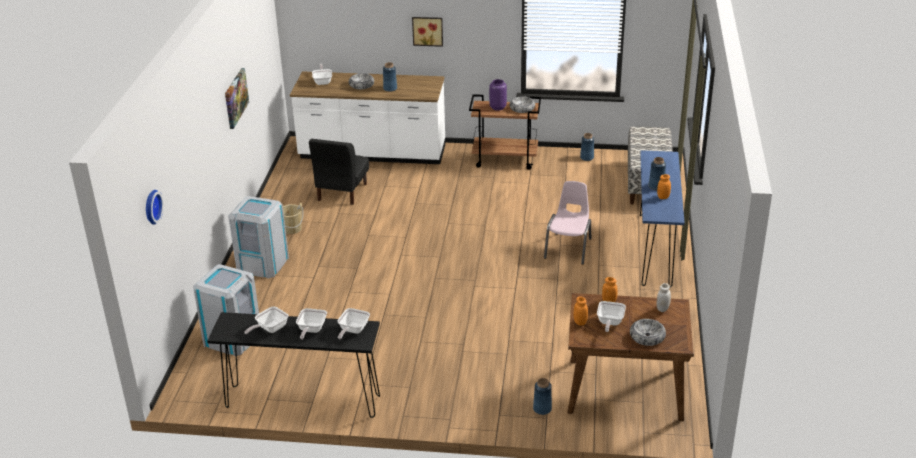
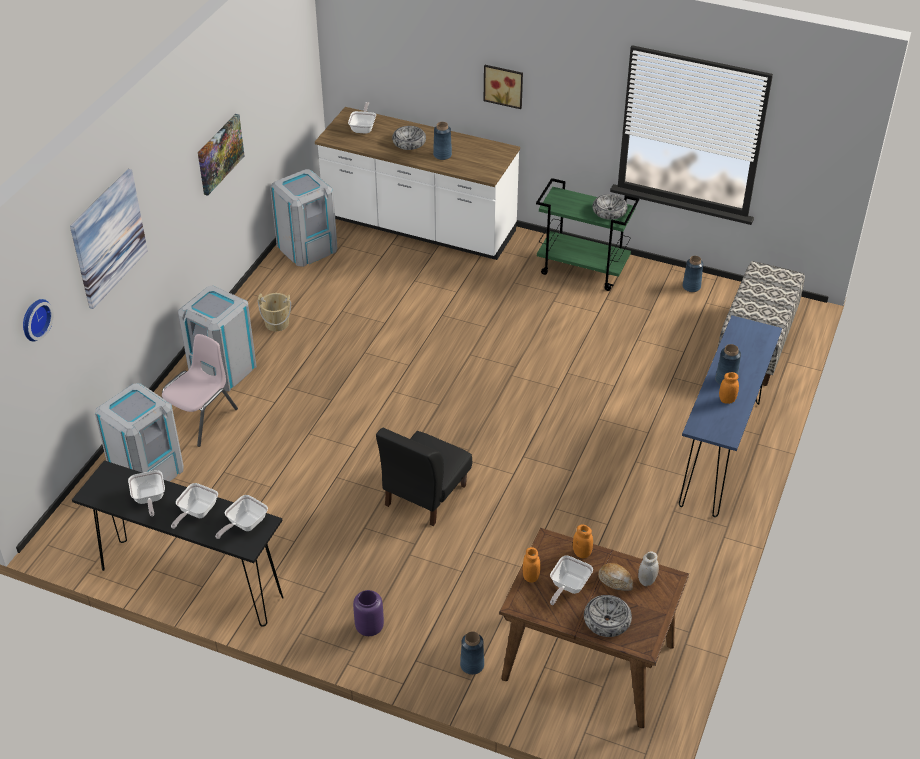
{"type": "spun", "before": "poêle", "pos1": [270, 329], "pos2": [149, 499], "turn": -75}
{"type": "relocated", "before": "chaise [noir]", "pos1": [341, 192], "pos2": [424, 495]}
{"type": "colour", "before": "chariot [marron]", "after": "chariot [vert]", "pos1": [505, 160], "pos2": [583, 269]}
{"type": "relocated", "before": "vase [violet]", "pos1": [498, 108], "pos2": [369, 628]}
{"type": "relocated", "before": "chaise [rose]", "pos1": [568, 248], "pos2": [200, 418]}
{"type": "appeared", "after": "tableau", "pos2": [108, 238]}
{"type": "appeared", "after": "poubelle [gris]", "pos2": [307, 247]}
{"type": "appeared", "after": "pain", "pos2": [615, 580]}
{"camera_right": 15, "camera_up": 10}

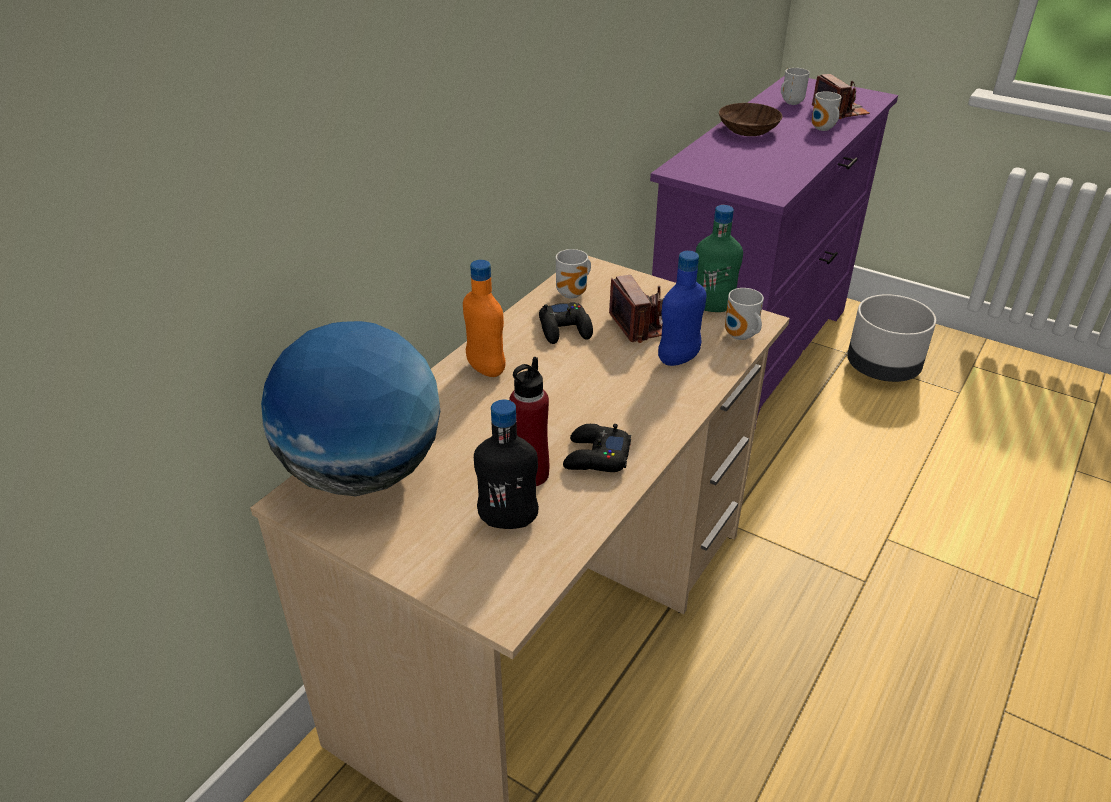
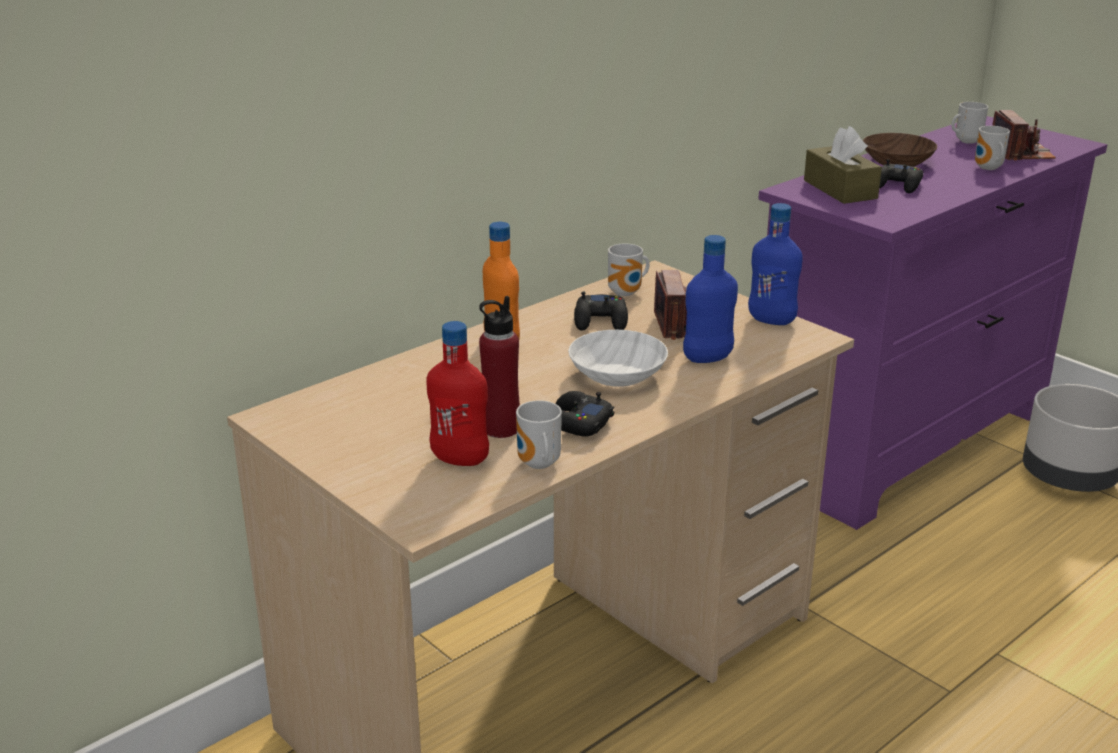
{"type": "missing", "before": "globe", "pos1": [364, 473]}
{"type": "colour", "before": "bouteille [noir]", "after": "bouteille [rouge]", "pos1": [508, 521], "pos2": [460, 459]}
{"type": "colour", "before": "bouteille [vert]", "after": "bouteille [bleu]", "pos1": [712, 307], "pos2": [771, 320]}
{"type": "relocated", "before": "mug", "pos1": [740, 337], "pos2": [537, 465]}
{"type": "appeared", "after": "bol [blanc]", "pos2": [616, 375]}
{"type": "appeared", "after": "boîte à mouchoirs [marron]", "pos2": [840, 189]}
{"type": "appeared", "after": "manette [noir]", "pos2": [898, 185]}
{"camera_right": 15, "camera_up": -10}

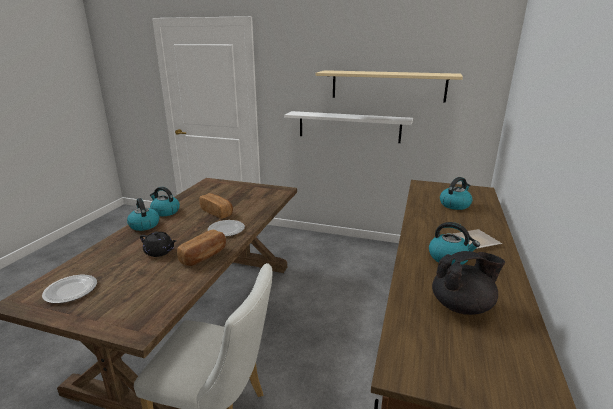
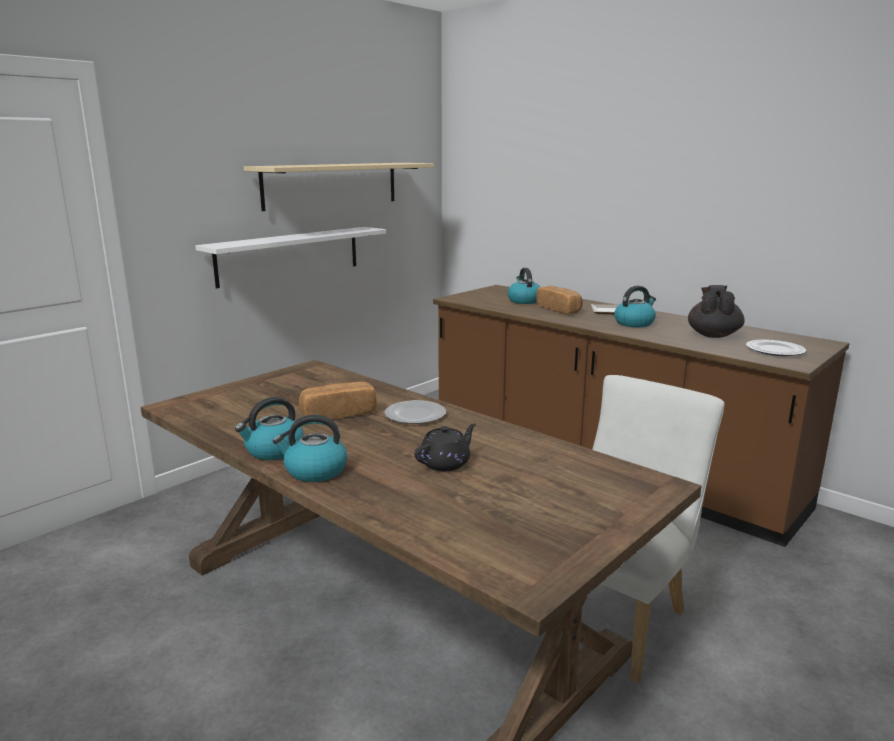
{"type": "relocated", "before": "assiette", "pos1": [71, 290], "pos2": [775, 350]}
{"type": "relocated", "before": "pain", "pos1": [204, 256], "pos2": [559, 310]}
{"camera_right": -65, "camera_up": -5}

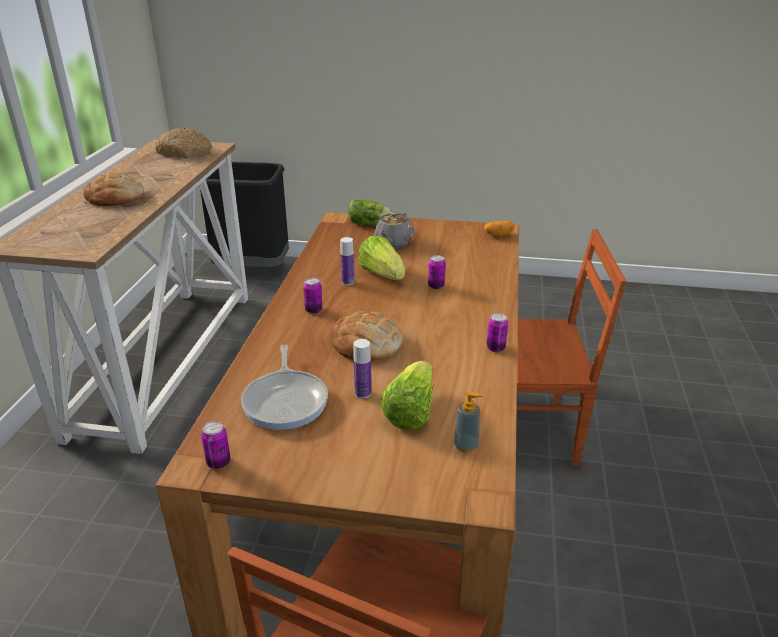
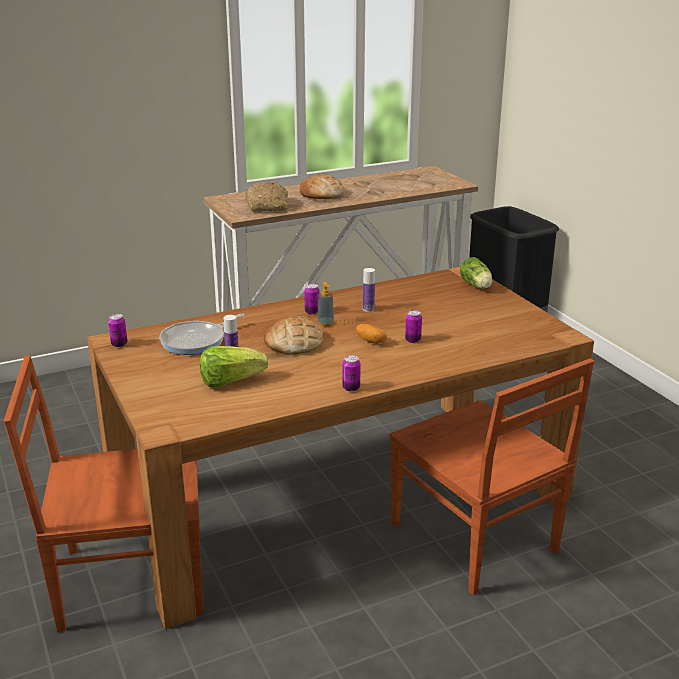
{"type": "relocated", "before": "pain", "pos1": [185, 152], "pos2": [268, 206]}
{"type": "missing", "before": "laitue", "pos1": [382, 274]}
{"type": "missing", "before": "théière [gris]", "pos1": [393, 242]}
{"type": "relocated", "before": "distributeur de savon", "pos1": [466, 445], "pos2": [325, 323]}
{"type": "relocated", "before": "pomme de terre", "pos1": [498, 235], "pos2": [371, 341]}
{"camera_right": 55, "camera_up": -5}

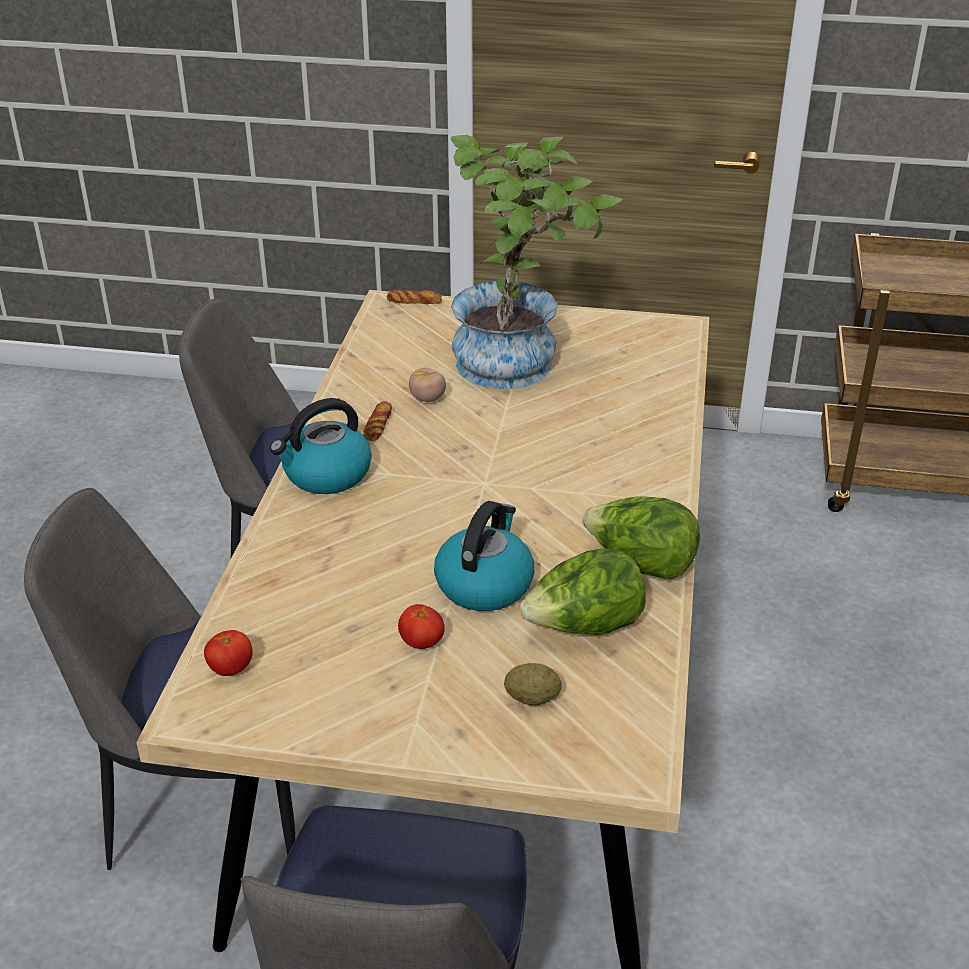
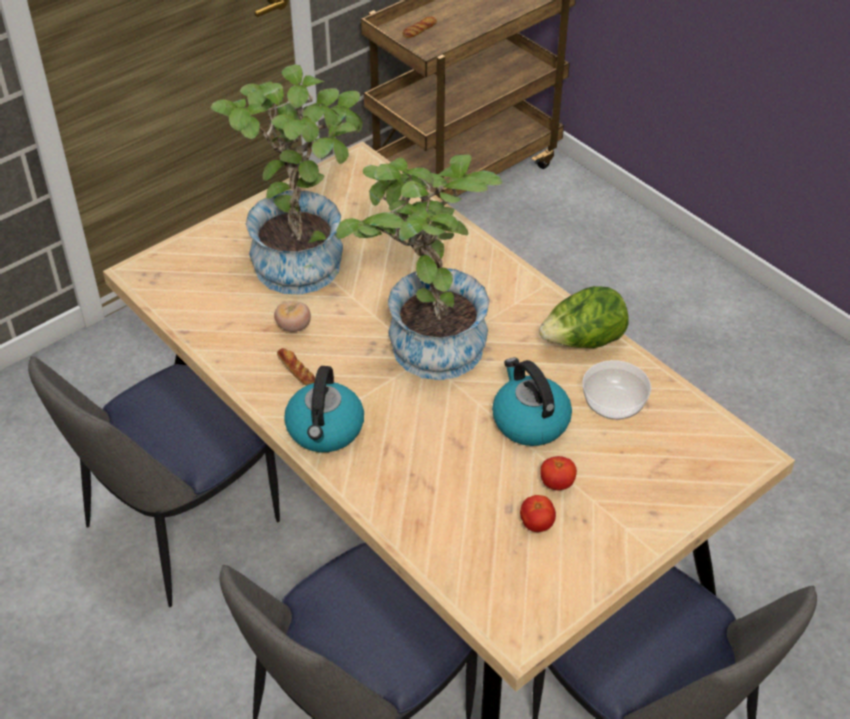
{"type": "relocated", "before": "tomate", "pos1": [231, 669], "pos2": [536, 524]}
{"type": "relocated", "before": "pain", "pos1": [414, 301], "pos2": [419, 30]}
{"type": "missing", "before": "pomme de terre", "pos1": [532, 698]}
{"type": "exchanged", "before": "laitue", "after": "bol", "pos1": [584, 628], "pos2": [614, 402]}
{"type": "appeared", "after": "plante en pot", "pos2": [425, 340]}
{"camera_right": -50, "camera_up": 10}

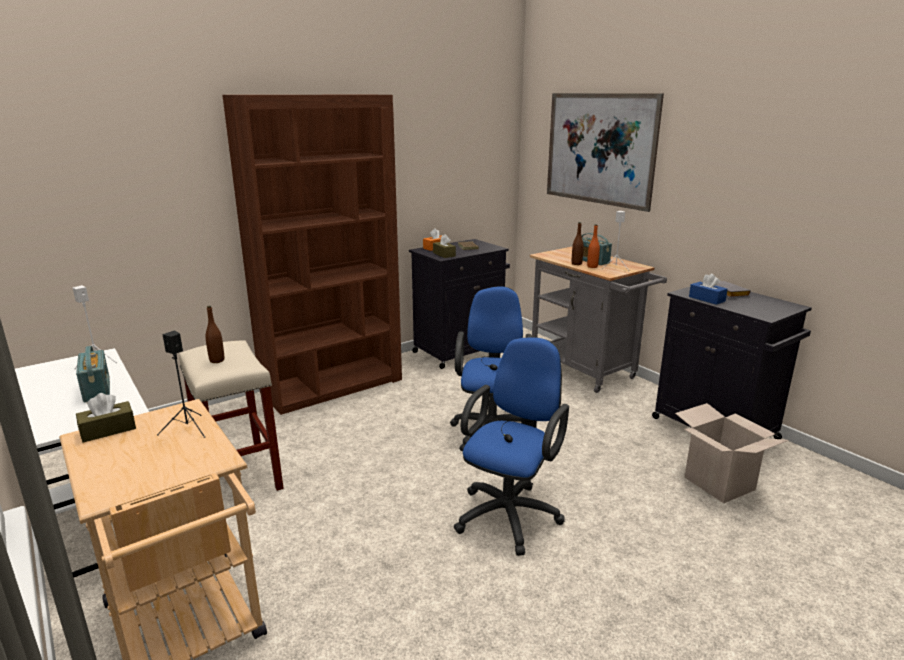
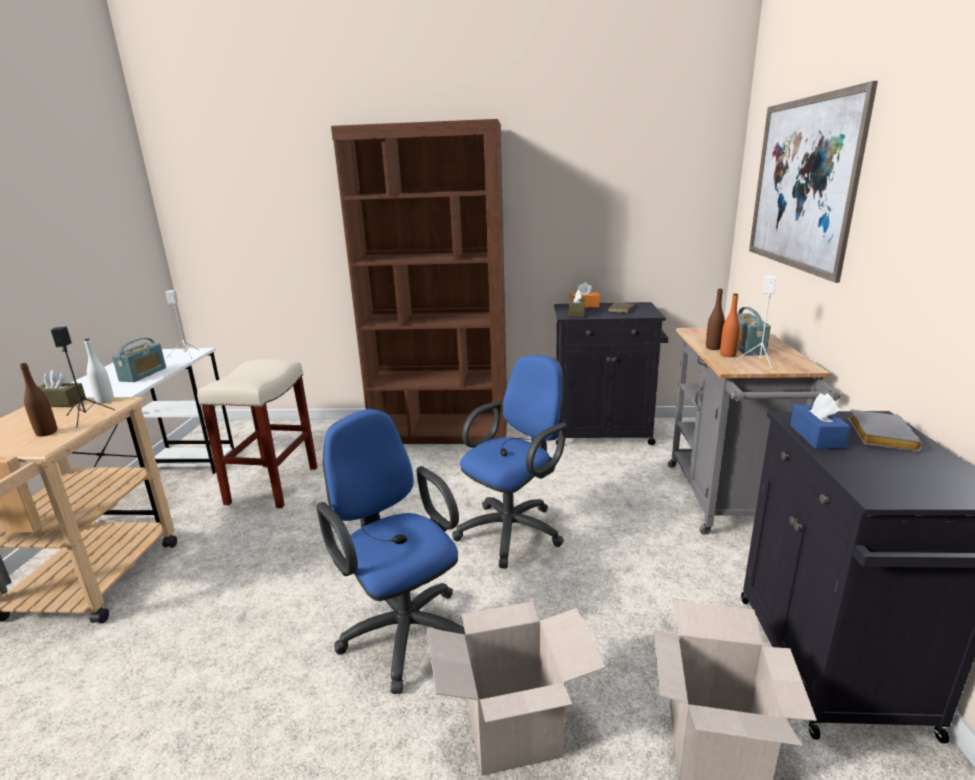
{"type": "relocated", "before": "bouteille [marron]", "pos1": [217, 360], "pos2": [47, 433]}
{"type": "spun", "before": "chaise de bureau [bleu]", "pos1": [510, 513], "pos2": [403, 629], "turn": -105}
{"type": "appeared", "after": "bouteille [blanc]", "pos2": [105, 401]}
{"type": "appeared", "after": "carton", "pos2": [513, 730]}
{"camera_right": 40, "camera_up": 0}

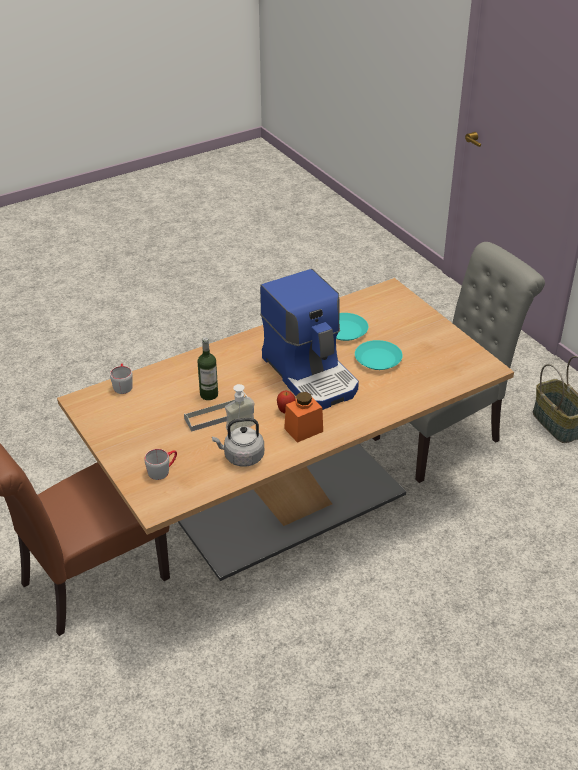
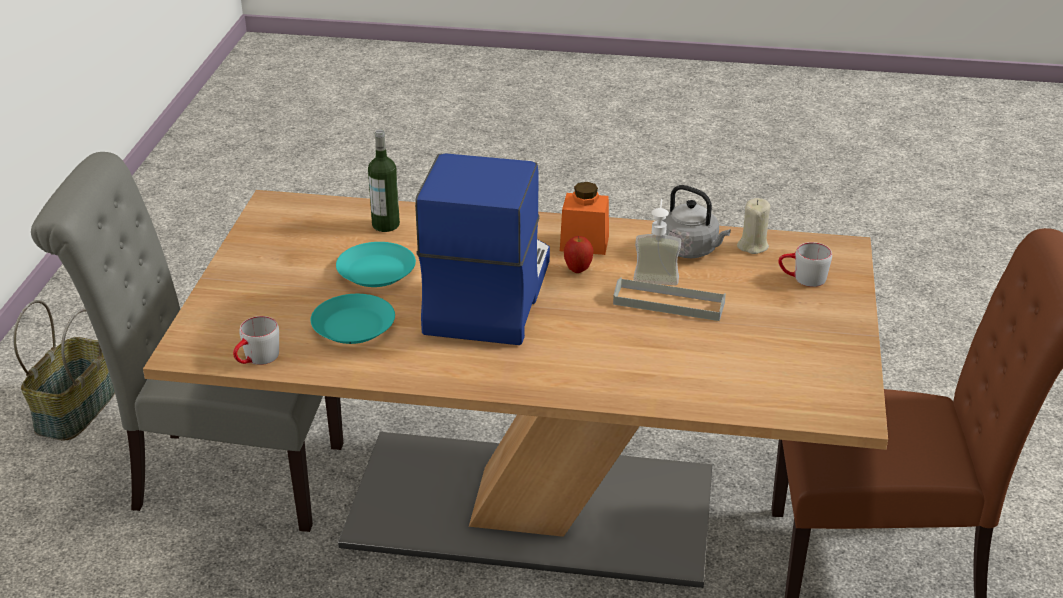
{"type": "relocated", "before": "mug [gris]", "pos1": [122, 385], "pos2": [256, 359]}
{"type": "relocated", "before": "bouteille", "pos1": [209, 394], "pos2": [385, 225]}
{"type": "appeared", "after": "bougie [beige]", "pos2": [753, 246]}
{"camera_right": -140, "camera_up": -5}

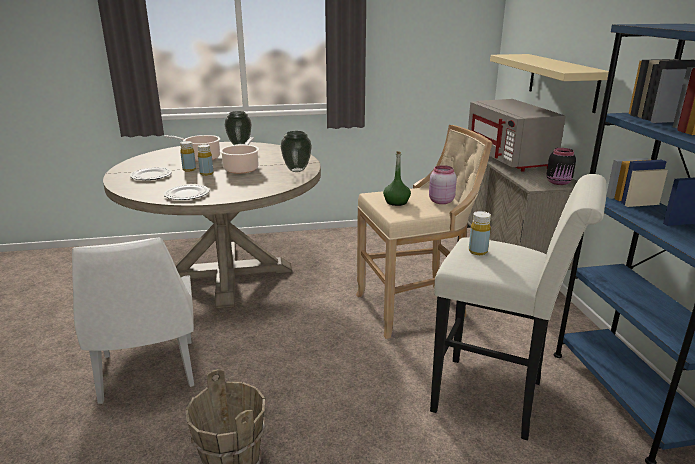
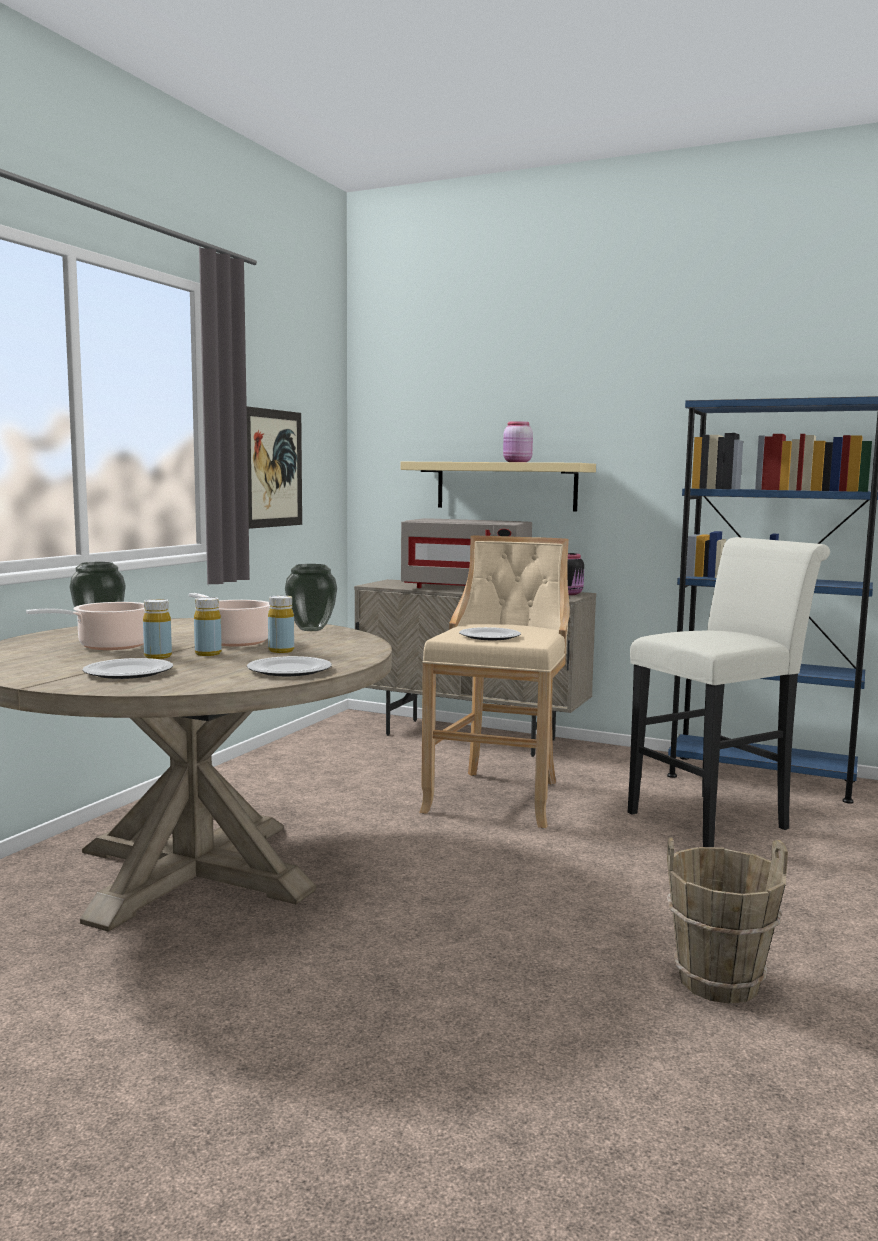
{"type": "missing", "before": "chaise [blanc]", "pos1": [148, 373]}
{"type": "exchanged", "before": "bouteille [vert]", "after": "assiette", "pos1": [396, 202], "pos2": [490, 636]}
{"type": "relocated", "before": "bocal [rose]", "pos1": [440, 201], "pos2": [517, 462]}
{"type": "relocated", "before": "bouteille [jaune]", "pos1": [478, 251], "pos2": [281, 651]}
{"type": "appeared", "after": "tableau", "pos2": [273, 468]}
{"camera_right": -55, "camera_up": -15}

